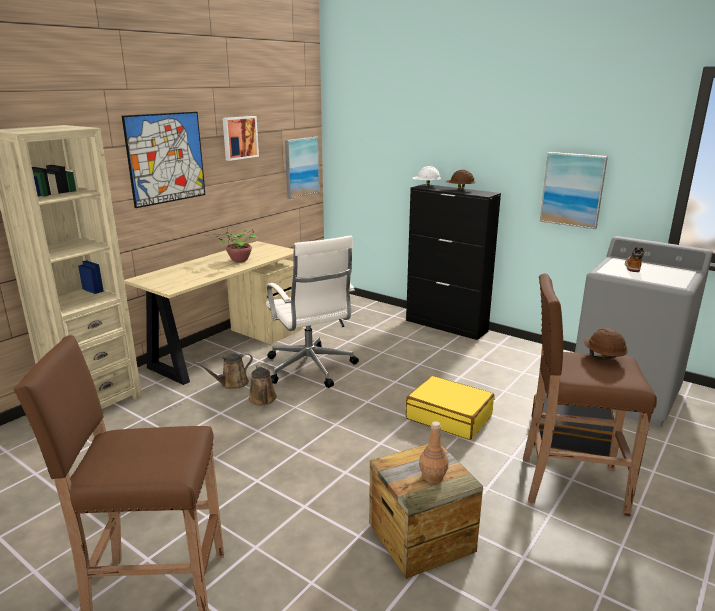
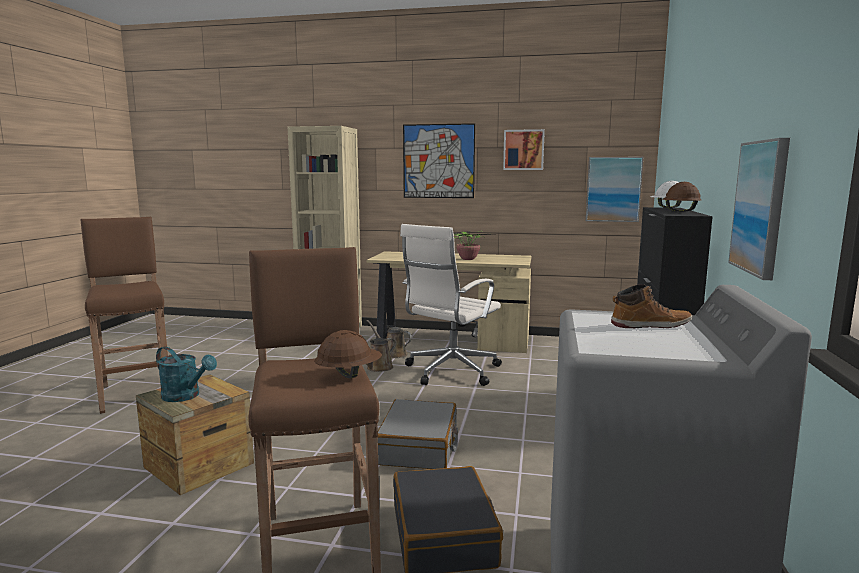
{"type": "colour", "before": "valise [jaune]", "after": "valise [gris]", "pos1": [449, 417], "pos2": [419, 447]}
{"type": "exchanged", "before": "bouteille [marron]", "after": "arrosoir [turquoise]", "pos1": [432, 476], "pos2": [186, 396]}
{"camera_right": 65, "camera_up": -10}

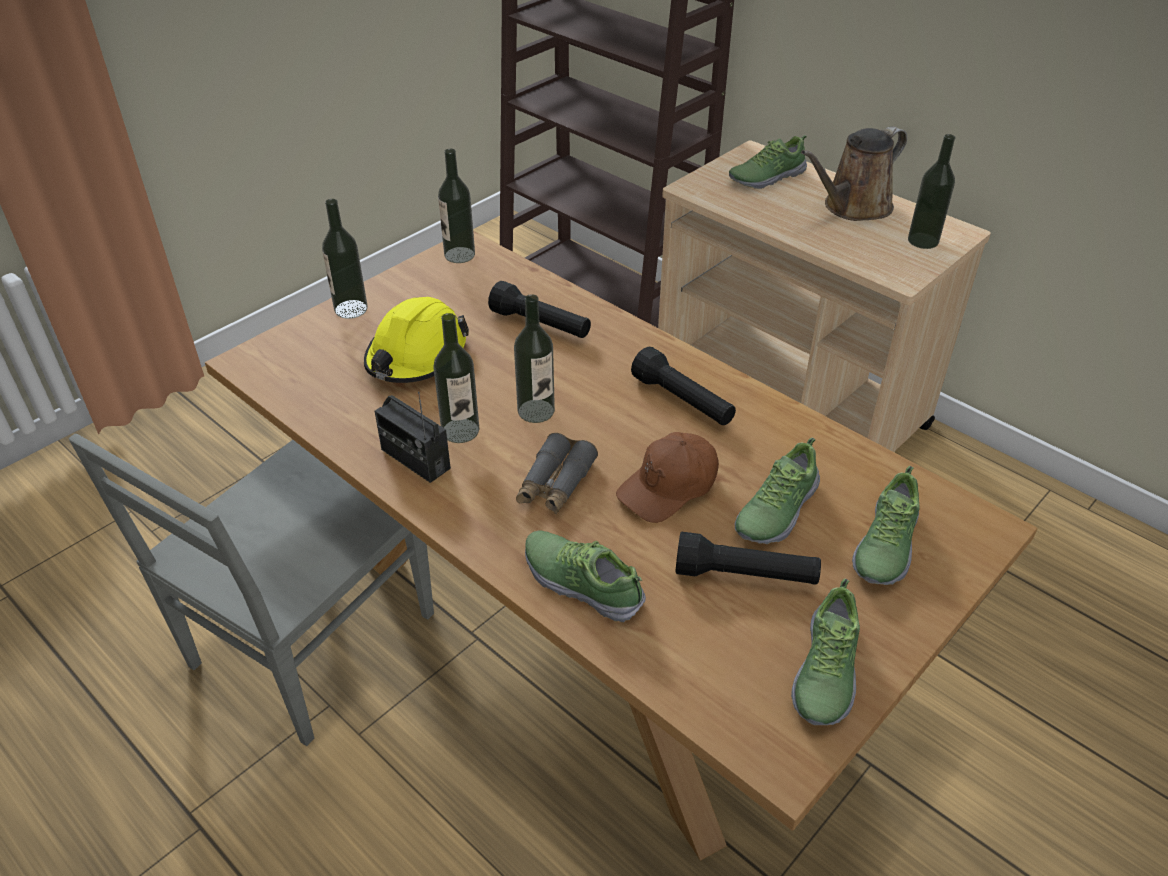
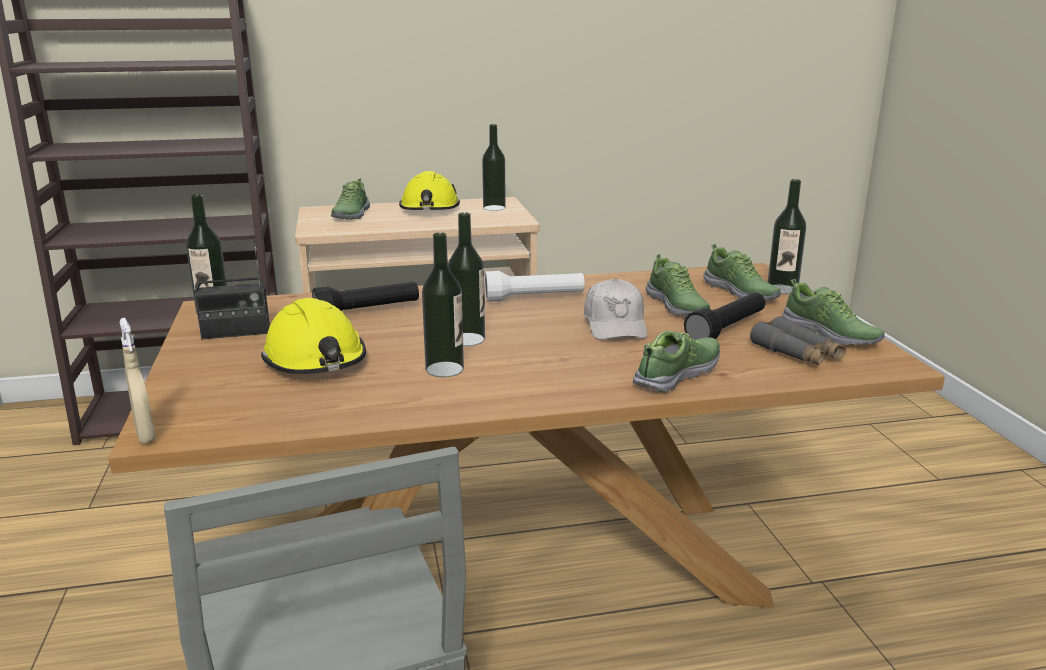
{"type": "relocated", "before": "bouteille", "pos1": [351, 309], "pos2": [782, 289]}
{"type": "relocated", "before": "radio", "pos1": [415, 459], "pos2": [236, 332]}
{"type": "relocated", "before": "jumelles [gris]", "pos1": [555, 484], "pos2": [796, 353]}
{"type": "spun", "before": "chaussure", "pos1": [582, 582], "pos2": [678, 374], "turn": 150}
{"type": "colour", "before": "casquette [marron]", "after": "casquette [blanc]", "pos1": [669, 487], "pos2": [615, 325]}
{"type": "colour", "before": "lampe de poche [noir]", "after": "lampe de poche [blanc]", "pos1": [683, 401], "pos2": [534, 298]}
{"type": "exchanged", "before": "arrosoir [marron]", "after": "casque de chantier [jaune]", "pos1": [853, 207], "pos2": [429, 209]}
{"type": "appeared", "after": "vaporisateur [beige]", "pos2": [145, 435]}
{"camera_right": -55, "camera_up": -20}

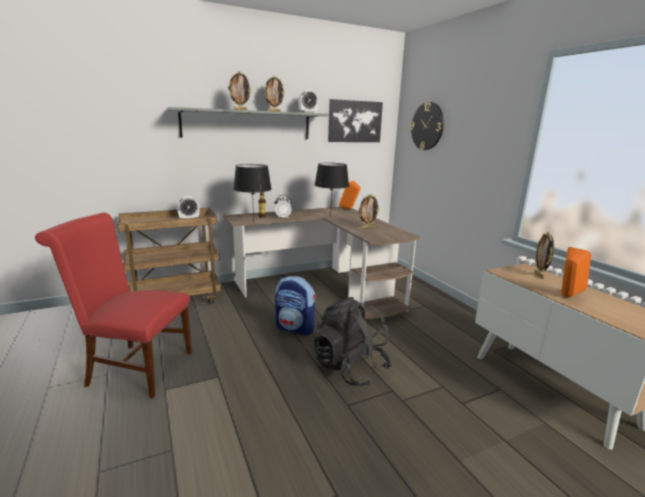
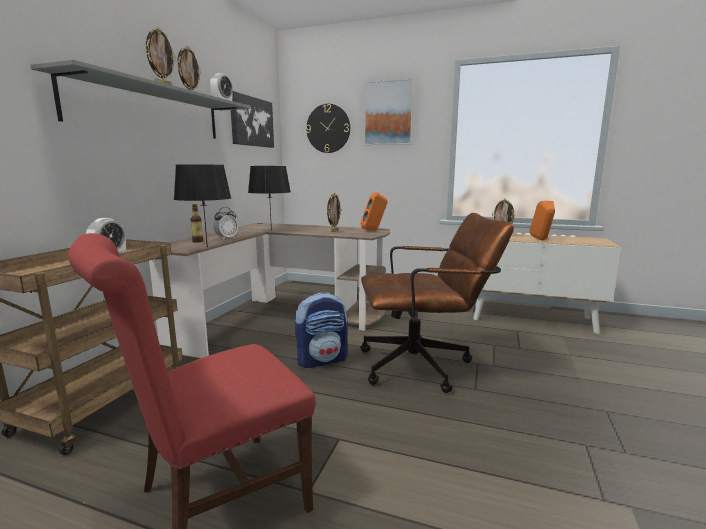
{"type": "exchanged", "before": "sac à dos [noir]", "after": "chaise de bureau [marron]", "pos1": [350, 367], "pos2": [424, 365]}
{"type": "relocated", "before": "enceinte [orange]", "pos1": [349, 209], "pos2": [374, 230]}
{"type": "appeared", "after": "tableau", "pos2": [388, 113]}
{"camera_right": -45, "camera_up": -5}

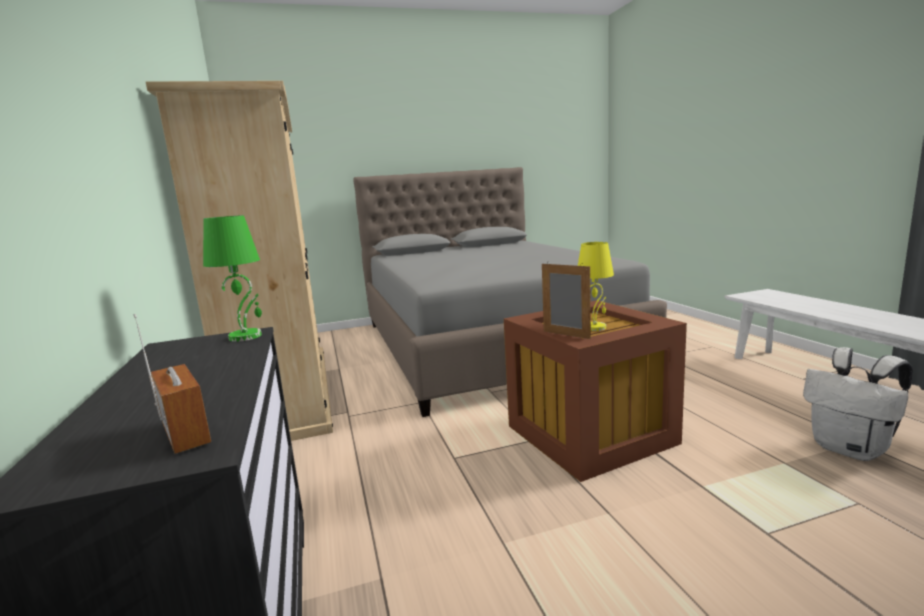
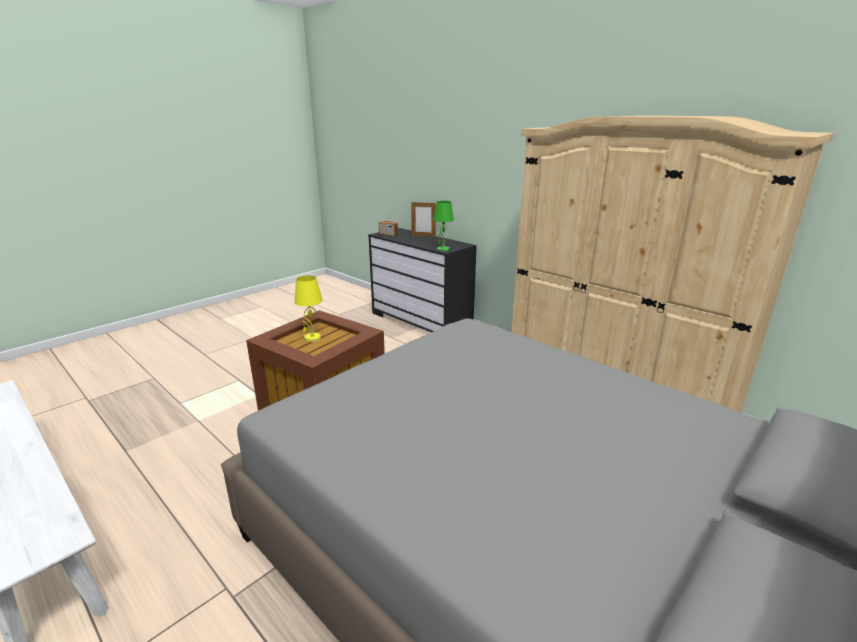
{"type": "relocated", "before": "cadre photo", "pos1": [566, 335], "pos2": [423, 236]}
{"type": "missing", "before": "sac à dos [blanc]", "pos1": [851, 449]}
{"camera_right": 150, "camera_up": 10}

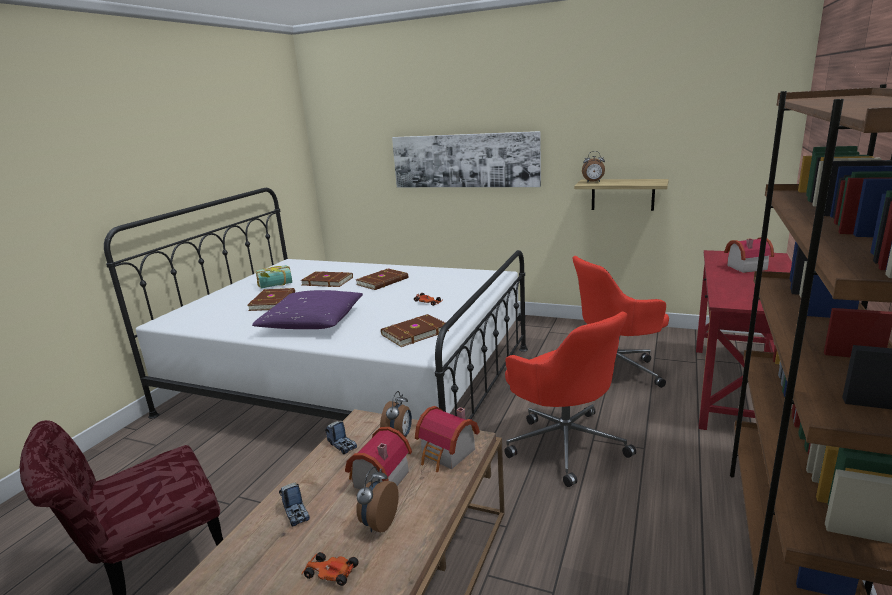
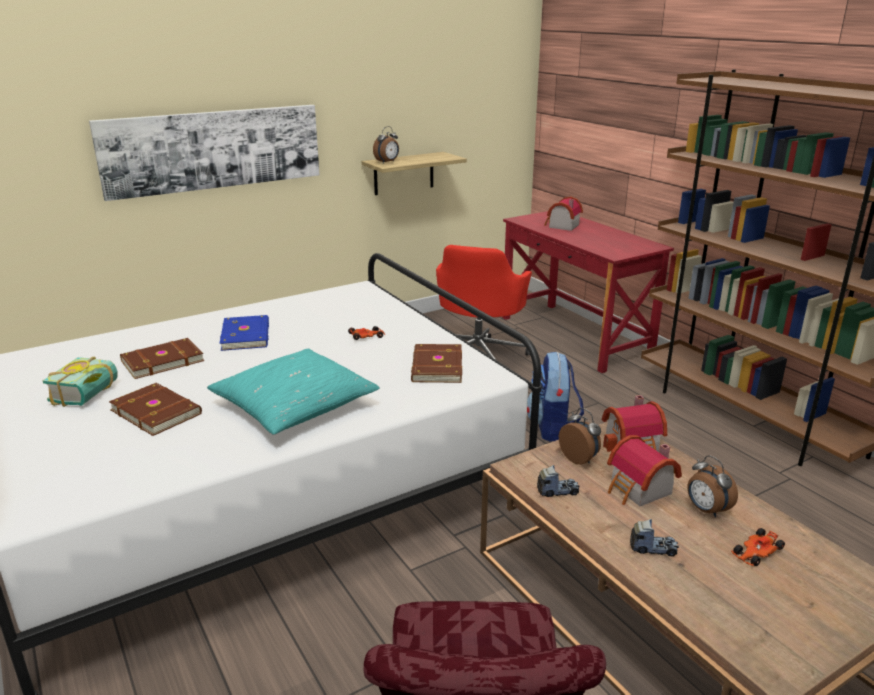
{"type": "colour", "before": "coussin [violet]", "after": "coussin [turquoise]", "pos1": [312, 322], "pos2": [294, 406]}
{"type": "colour", "before": "livre [marron]", "after": "livre [bleu]", "pos1": [383, 281], "pos2": [247, 335]}
{"type": "exchanged", "before": "chaise de bureau [rouge]", "after": "sac à dos", "pos1": [565, 443], "pos2": [552, 427]}
{"camera_right": -55, "camera_up": 5}

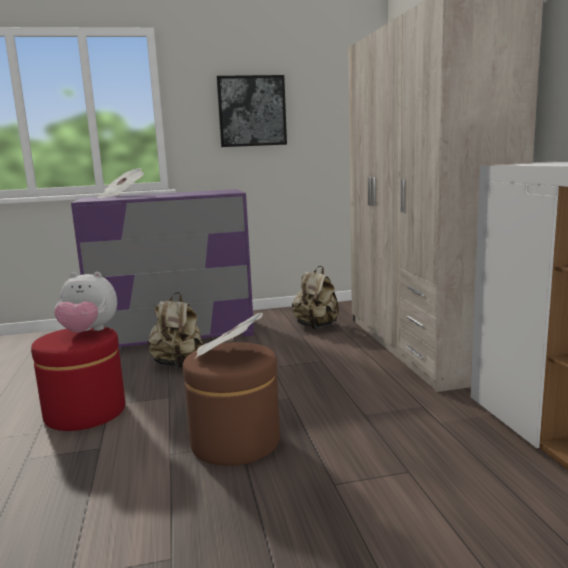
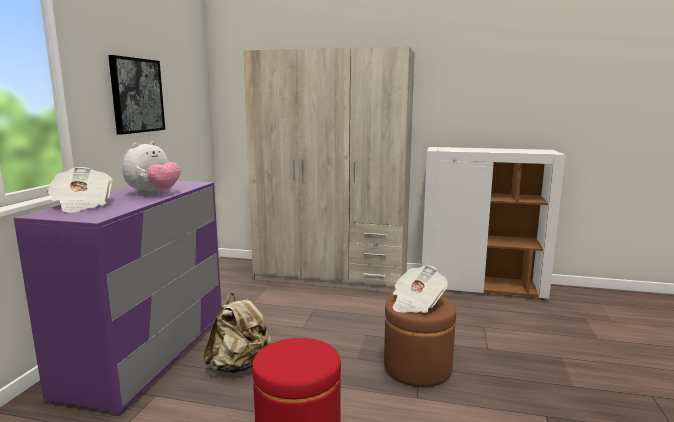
{"type": "relocated", "before": "peluche", "pos1": [89, 332], "pos2": [153, 193]}
{"type": "missing", "before": "sac à dos [beige]", "pos1": [316, 327]}
{"camera_right": -65, "camera_up": 0}

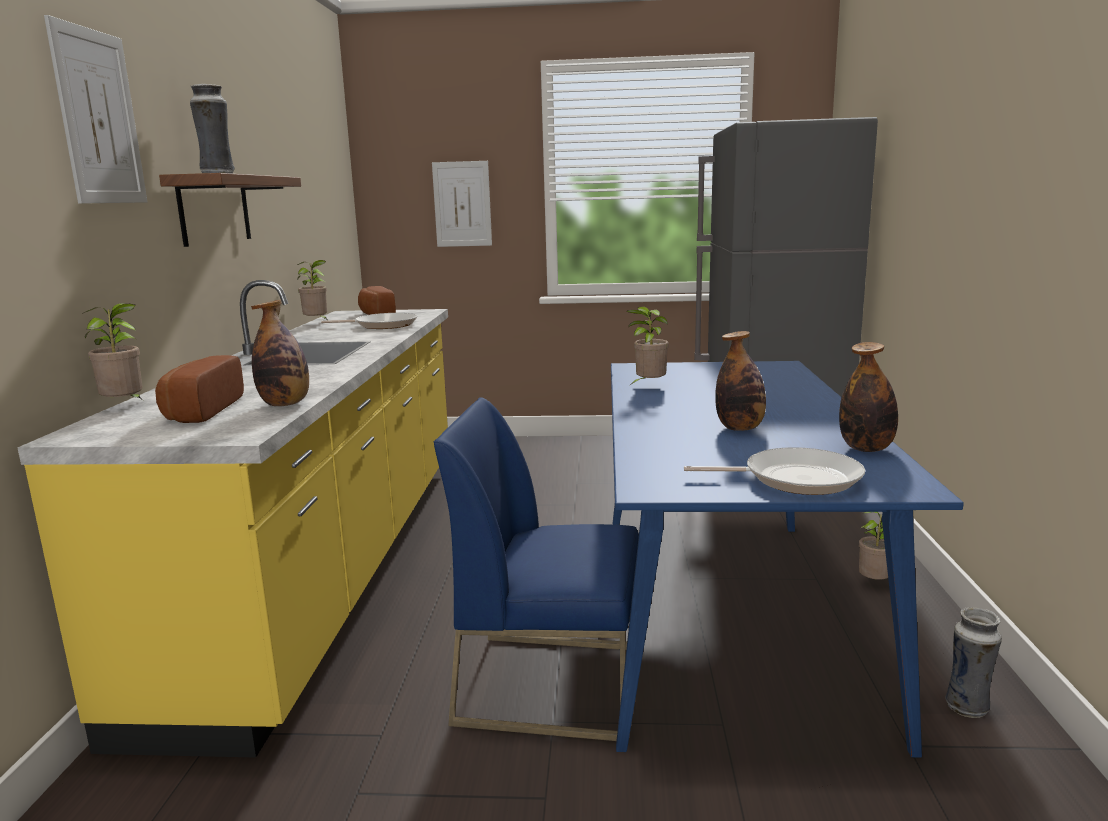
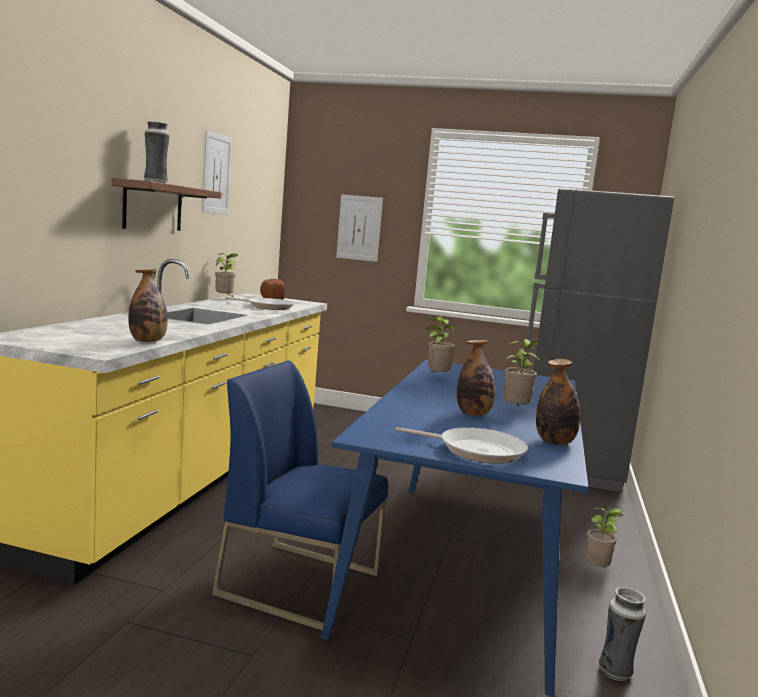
{"type": "relocated", "before": "tableau", "pos1": [98, 117], "pos2": [216, 174]}
{"type": "relocated", "before": "plante en pot", "pos1": [126, 407], "pos2": [516, 411]}
{"type": "missing", "before": "pain", "pos1": [199, 410]}
{"camera_right": 10, "camera_up": -5}

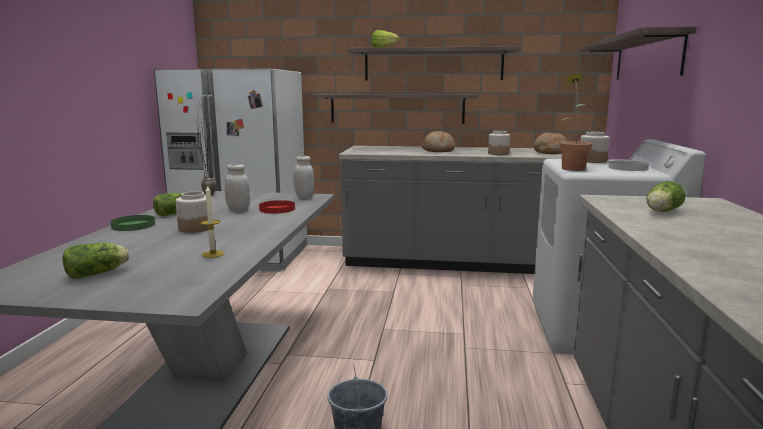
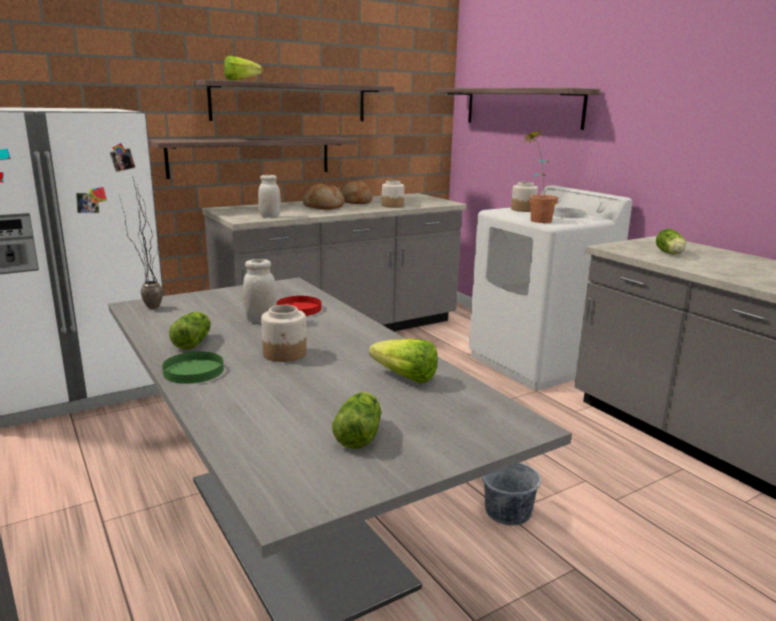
{"type": "exchanged", "before": "bougie", "after": "laitue", "pos1": [213, 254], "pos2": [401, 376]}
{"type": "relocated", "before": "bocal [blanc]", "pos1": [304, 197], "pos2": [270, 216]}
{"type": "relocated", "before": "pain", "pos1": [549, 152], "pos2": [354, 201]}
{"camera_right": -40, "camera_up": 5}

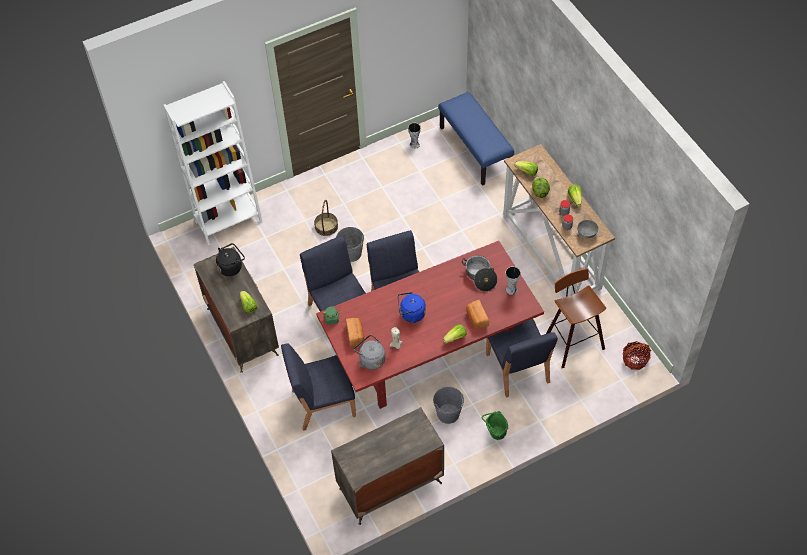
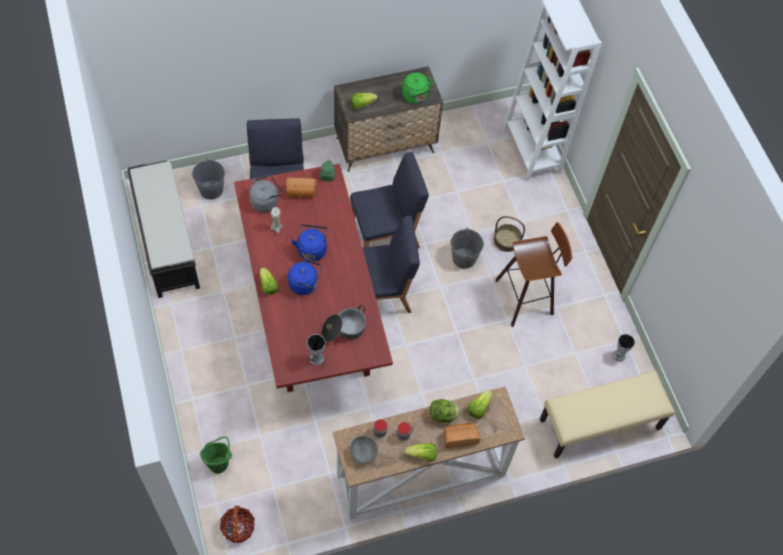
{"type": "colour", "before": "bouilloire [noir]", "after": "bouilloire [vert]", "pos1": [231, 267], "pos2": [416, 96]}
{"type": "exchanged", "before": "commode", "after": "banc [noir]", "pos1": [389, 485], "pos2": [167, 241]}
{"type": "relocated", "before": "seau [gris]", "pos1": [448, 413], "pos2": [211, 189]}
{"type": "colour", "before": "banc [bleu]", "after": "banc [beige]", "pos1": [475, 150], "pos2": [600, 425]}
{"type": "relocated", "before": "pain", "pos1": [476, 318], "pos2": [460, 437]}
{"type": "relocated", "before": "seau [vert]", "pos1": [494, 434], "pos2": [219, 462]}
{"type": "missing", "before": "chaise [bleu]", "pos1": [517, 369]}
{"type": "relocated", "before": "tabouret", "pos1": [572, 342], "pos2": [526, 297]}
{"type": "appeared", "after": "bouilloire [bleu]", "pos2": [305, 284]}
{"camera_right": 95, "camera_up": 5}

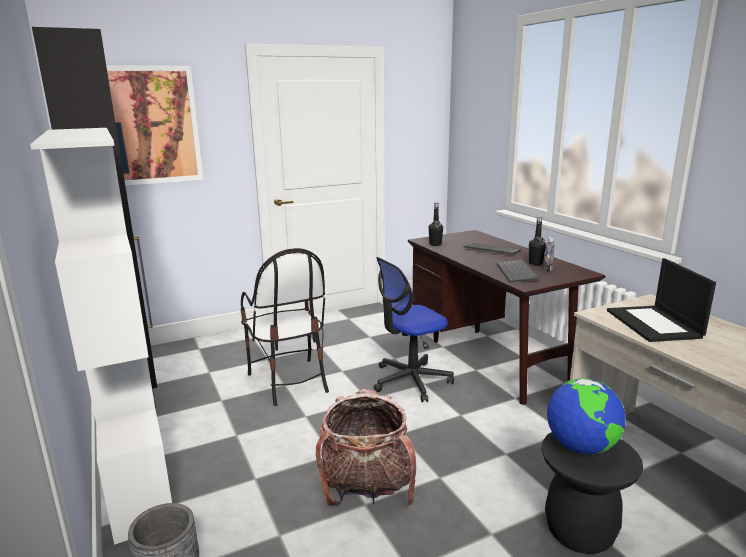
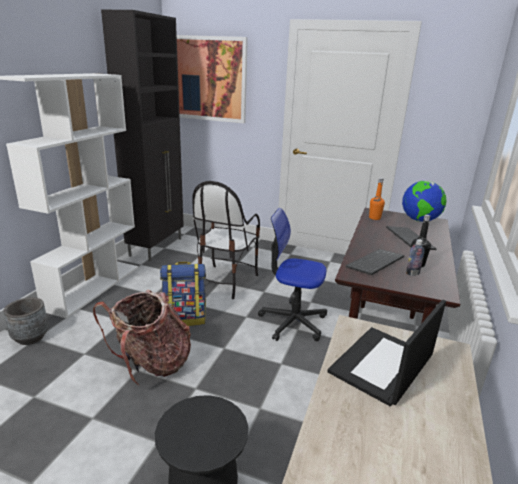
{"type": "colour", "before": "bouteille [noir]", "after": "bouteille [orange]", "pos1": [435, 244], "pos2": [374, 218]}
{"type": "relocated", "before": "globe", "pos1": [581, 447], "pos2": [420, 220]}
{"type": "appeared", "after": "sac à dos", "pos2": [185, 318]}
{"camera_right": 45, "camera_up": 5}

